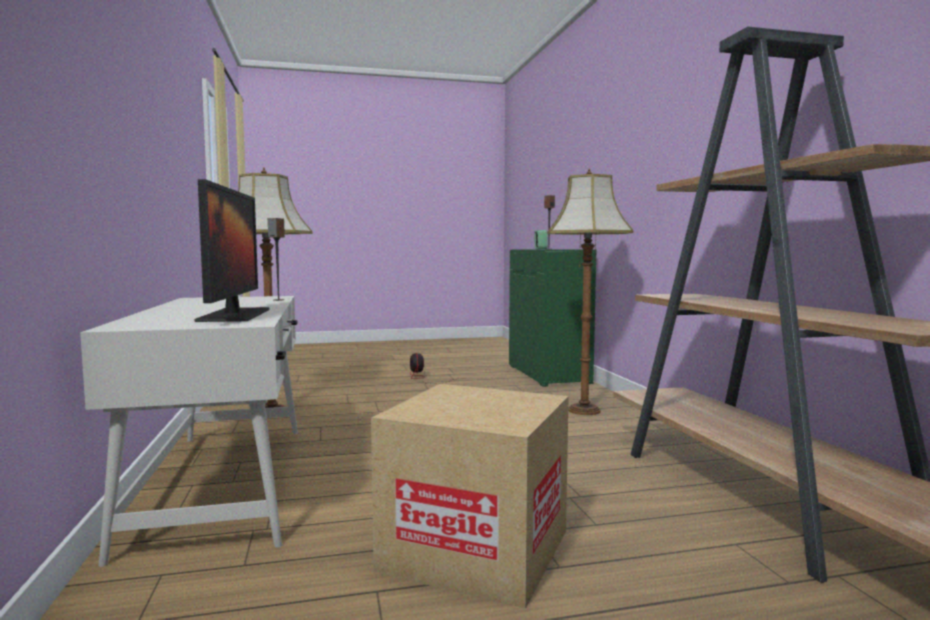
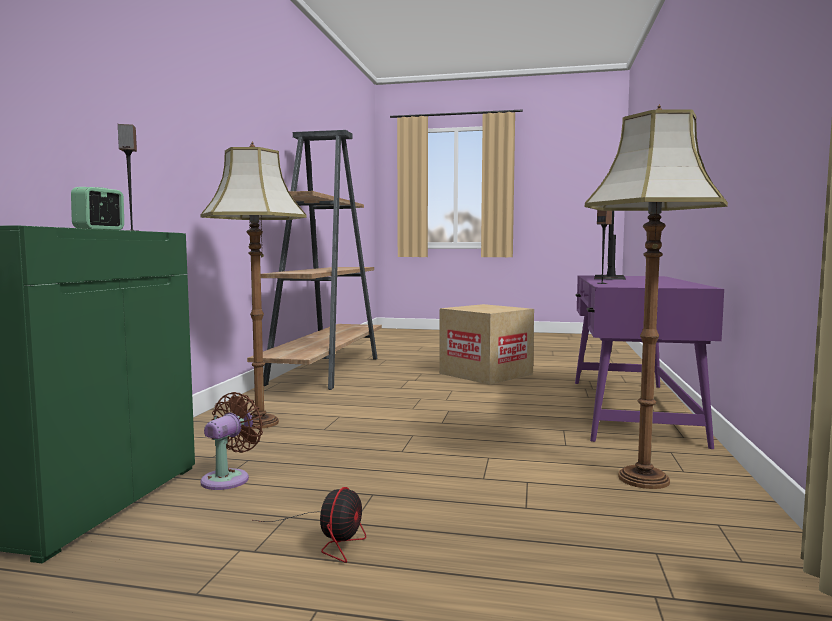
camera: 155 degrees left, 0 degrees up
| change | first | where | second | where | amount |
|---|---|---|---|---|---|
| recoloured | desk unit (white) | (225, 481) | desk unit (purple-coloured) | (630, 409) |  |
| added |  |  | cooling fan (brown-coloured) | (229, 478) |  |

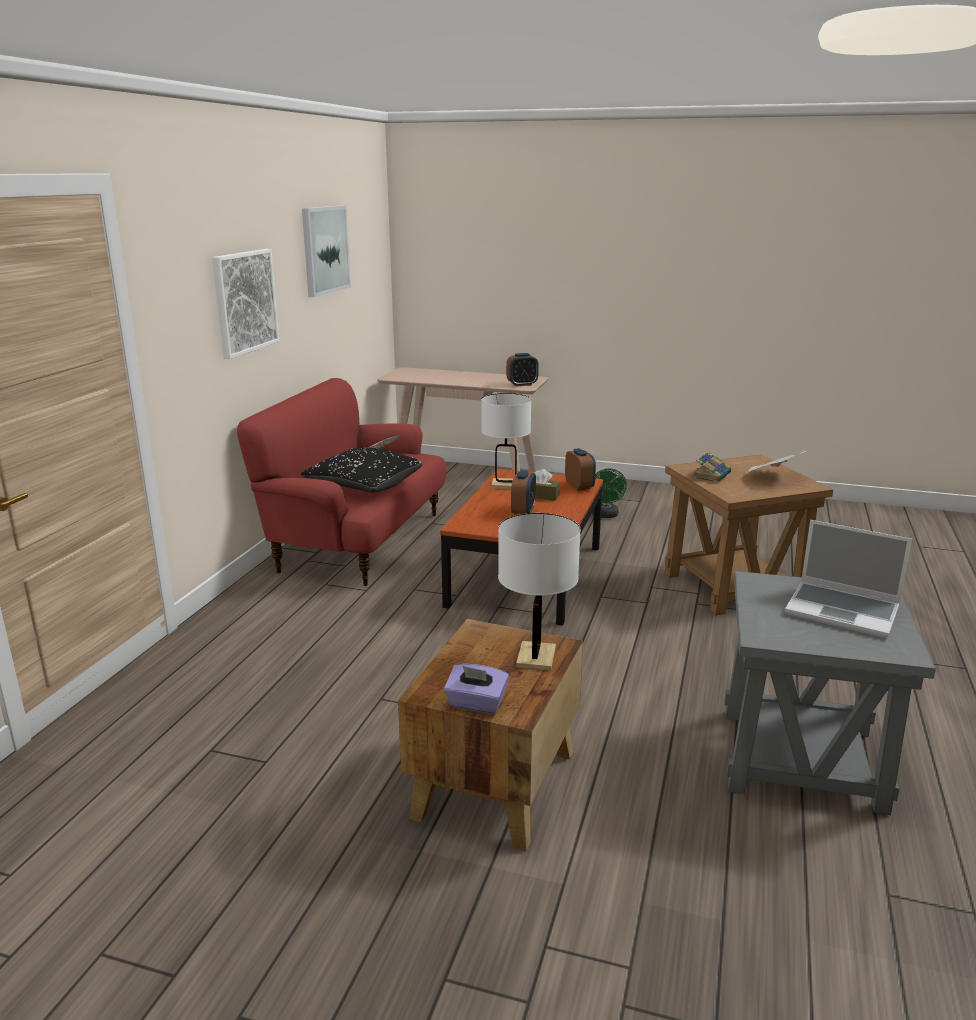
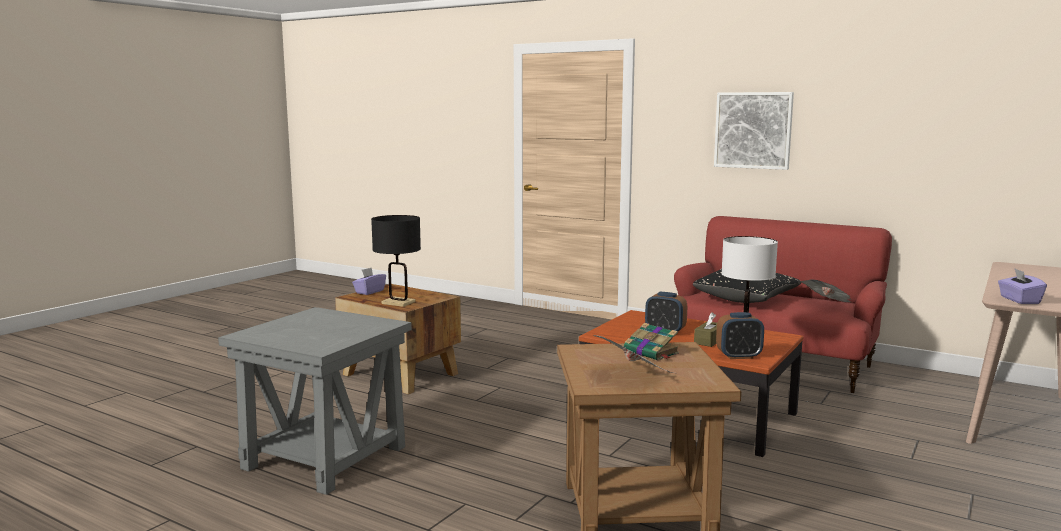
camera: 105 degrees right, 10 degrees down
| change | first | where | second | where | amount |
|---|---|---|---|---|---|
| removed | wall art | (324, 250) |  |  |  |
| recoloured | table lamp (white) | (536, 657) | table lamp (black) | (398, 303) |  |
| replaced | alarm clock | (522, 384) | tissue holder (purple-coloured) | (1019, 300) |  |
| removed | cooling fan (greenish) | (605, 515) |  |  |  |
| removed | laptop | (843, 611) |  |  |  |

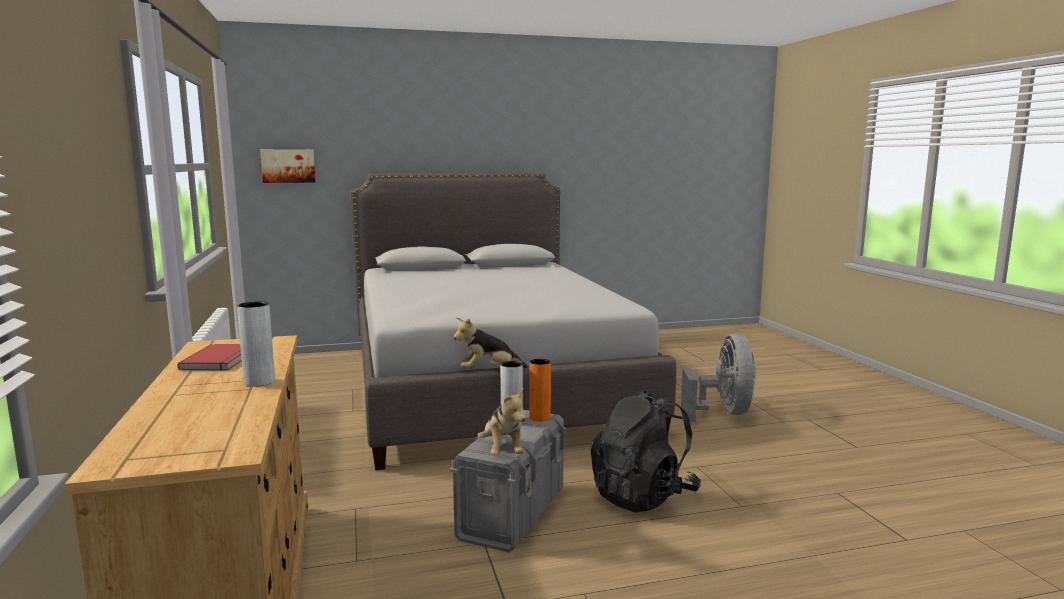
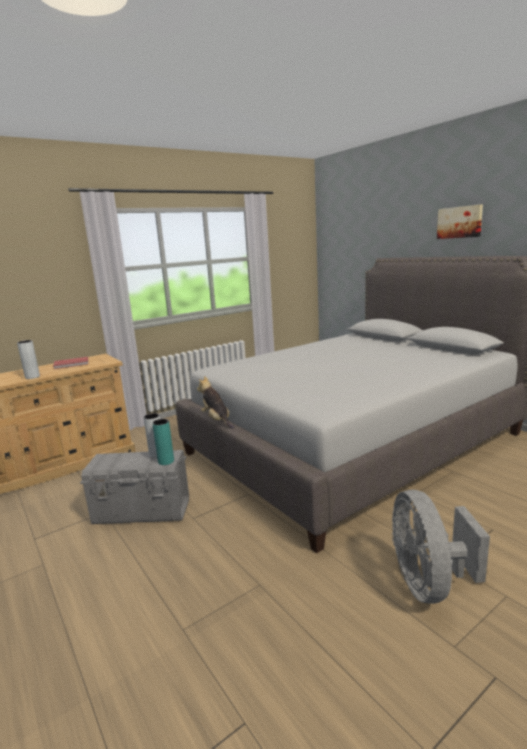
camera: 70 degrees right, 5 degrees up
| change | first | where | second | where | amount |
|---|---|---|---|---|---|
| moved | wall art | (288, 166) |  | (459, 222) |  |
| removed | cuddly toy | (502, 450) |  |  |  |
| recoloured | vase (orangey) | (539, 417) | vase (turquoise) | (166, 461) |  |
| removed | rucksack (black) | (643, 496) |  |  |  |
| turned | cooling fan (greyish) | (723, 413) |  | (428, 583) | 105 degrees clockwise |

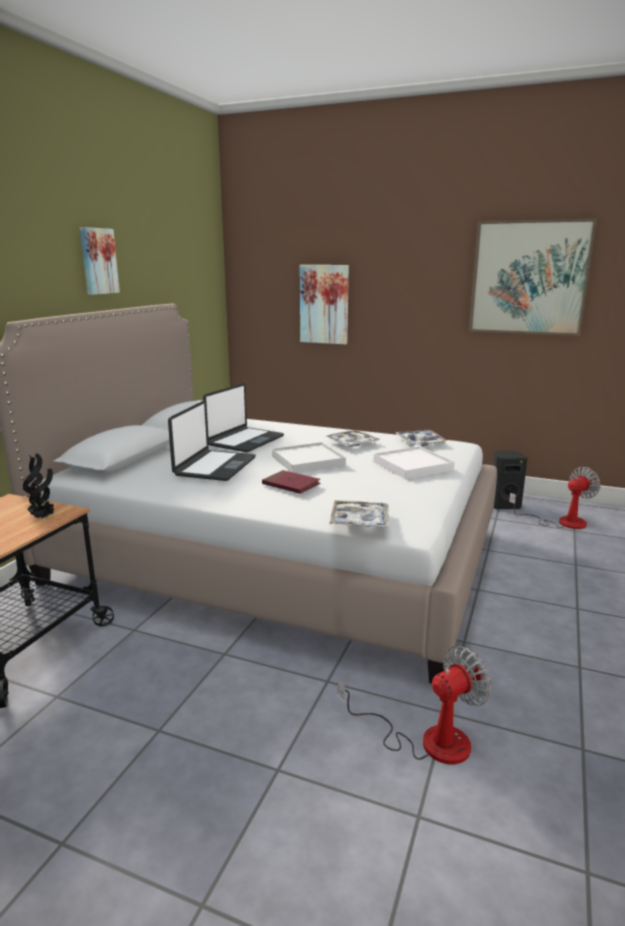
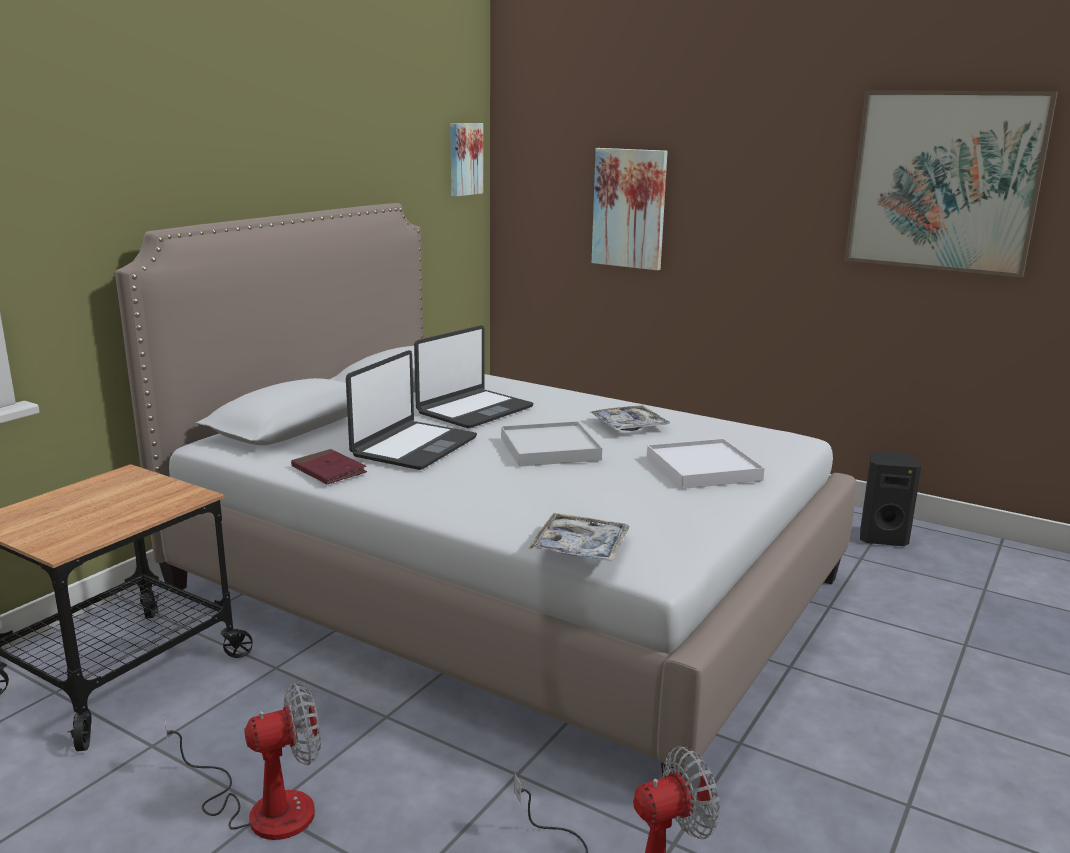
camera: 10 degrees right, 0 degrees up
| change | first | where | second | where | amount |
|---|---|---|---|---|---|
| removed | plant in a pot | (44, 518) |  |  |  |
| moved | wall art | (98, 261) |  | (464, 159) |  |
| moved | volume (reddish) | (291, 485) |  | (329, 471) |  |
| removed | carrying tray | (420, 442) |  |  |  |
| moved | cooling fan | (561, 522) |  | (263, 807) |  |

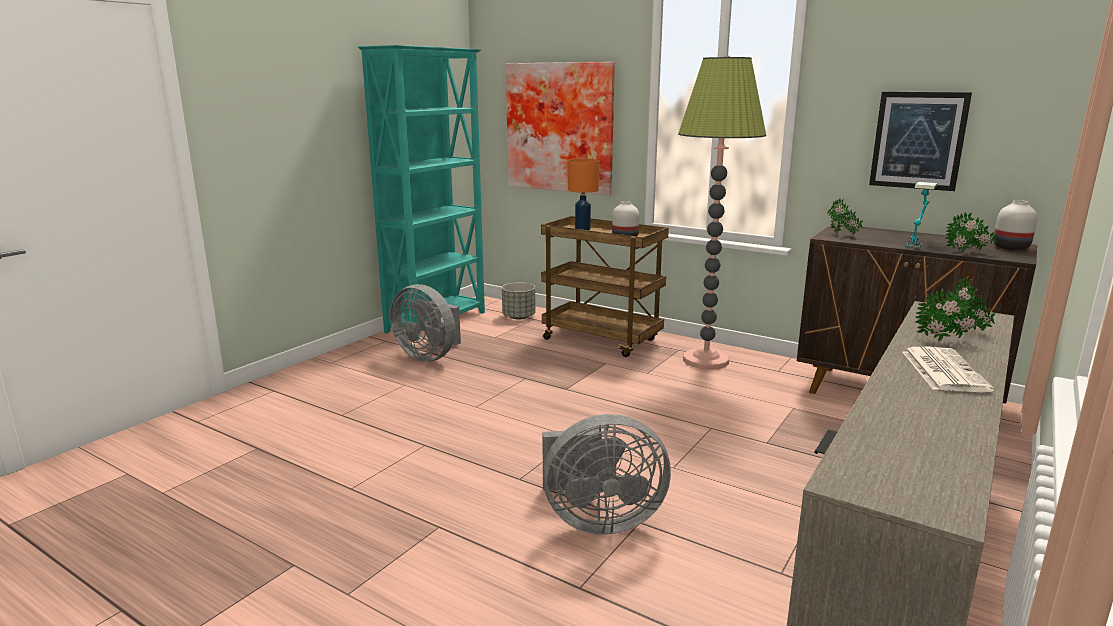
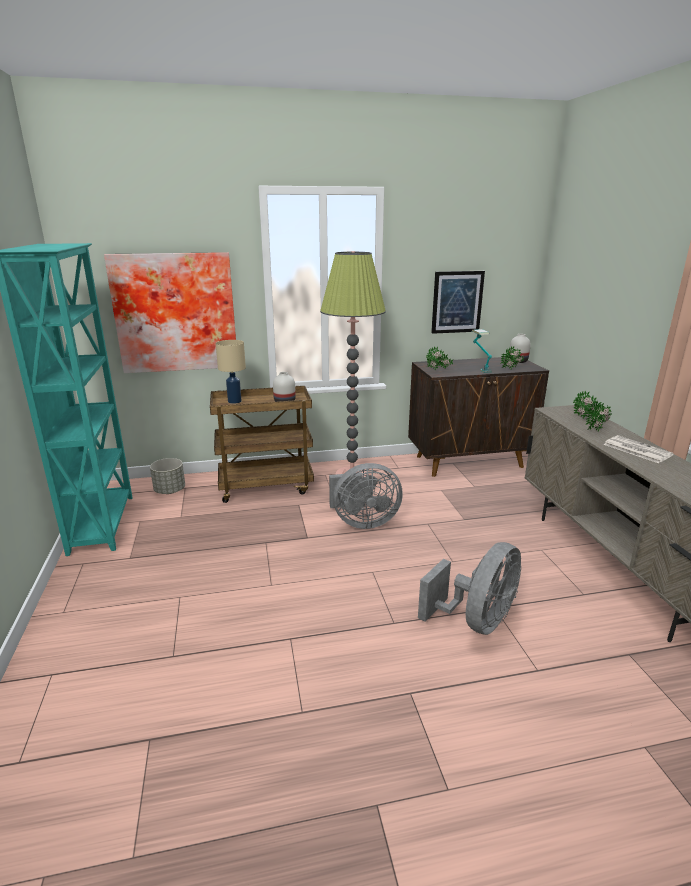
camera: 45 degrees left, 5 degrees up
| change | first | where | second | where | amount |
|---|---|---|---|---|---|
| moved | cooling fan (greyish) | (429, 356) |  | (362, 522) |  |
| recoloured | table lamp (orangey) | (582, 229) | table lamp (beige-coloured) | (234, 401) |  |

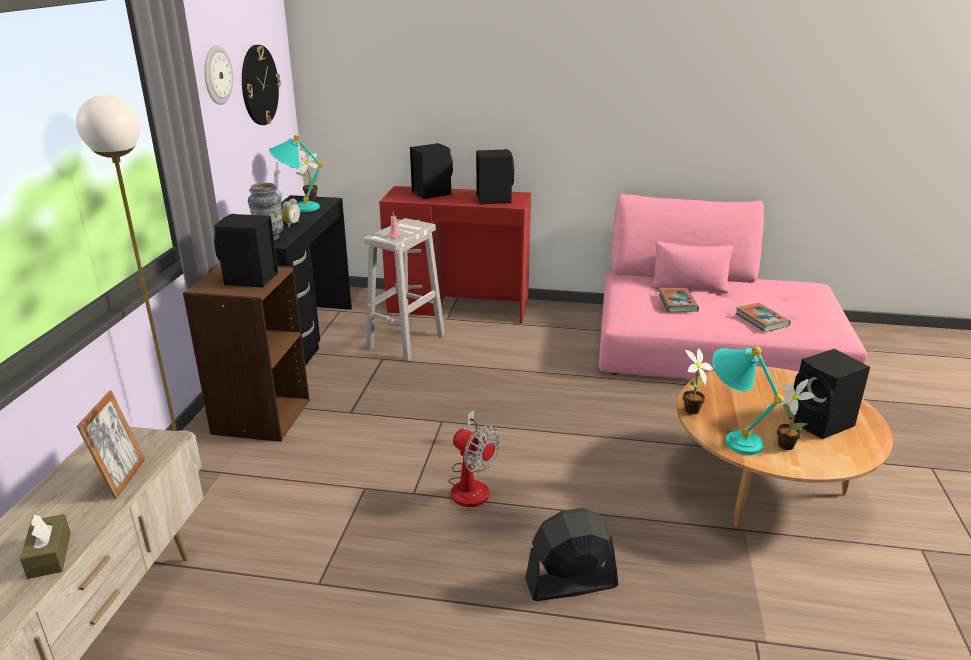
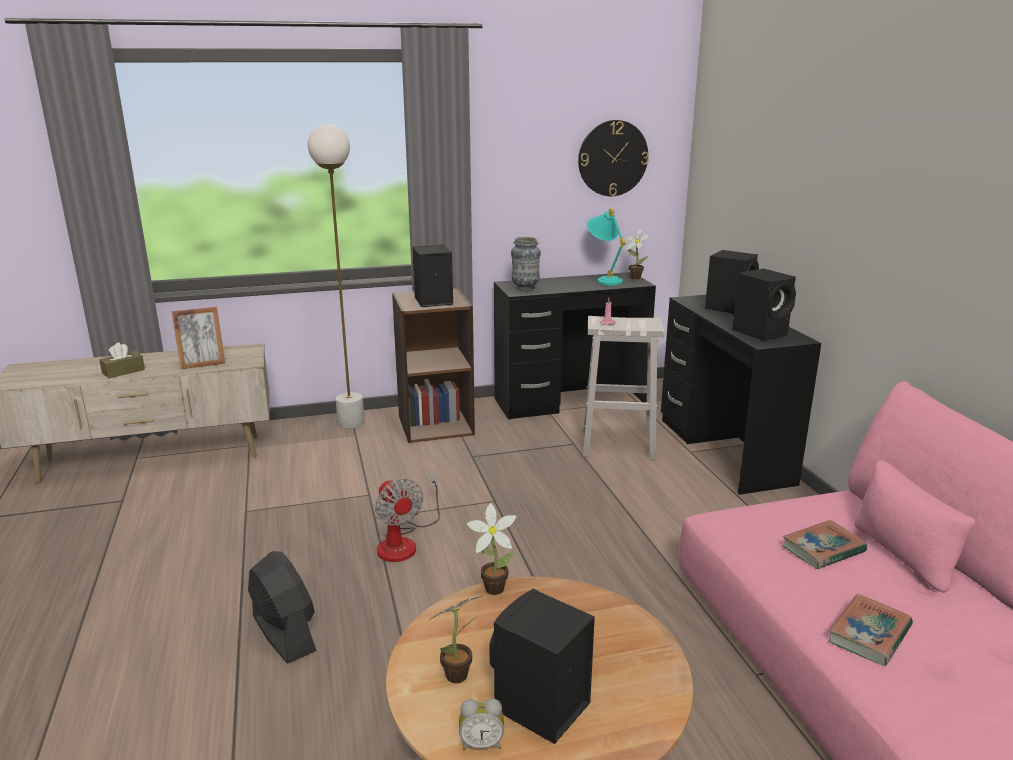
camera: 65 degrees right, 5 degrees down
| change | first | where | second | where | amount |
|---|---|---|---|---|---|
| removed | wall clock | (217, 75) |  |  |  |
| moved | alarm clock | (291, 224) |  | (481, 743) |  |
| recoloured | desk unit (reddish) | (458, 307) | desk unit (black) | (724, 450) |  |
| turned | cooling fan | (471, 484) |  | (404, 542) | 45 degrees counterclockwise |
| removed | table lamp (turquoise) | (731, 437) |  |  |  |

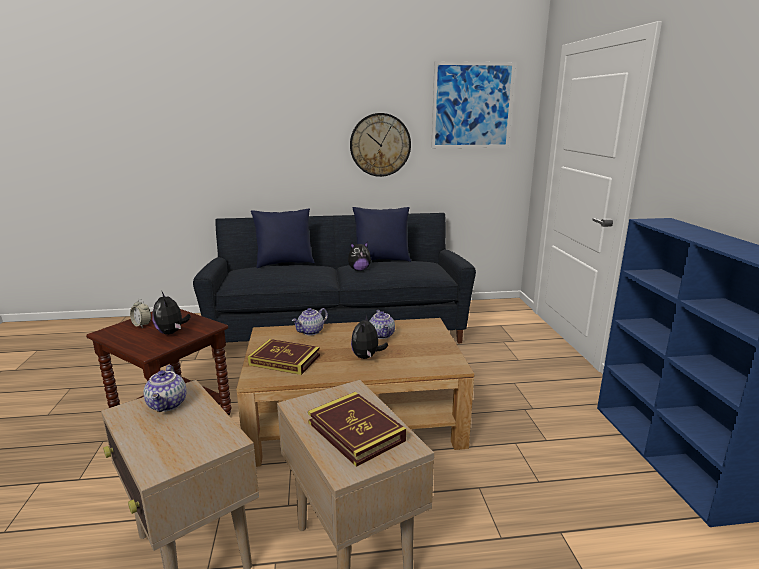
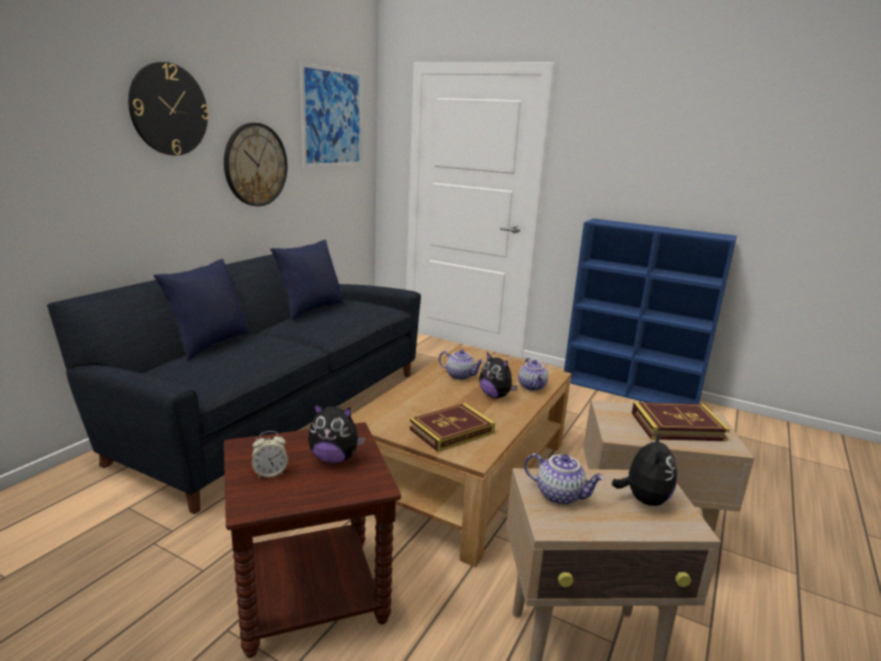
camera: 55 degrees left, 0 degrees up
| change | first | where | second | where | amount |
|---|---|---|---|---|---|
| moved | tea pot | (311, 332) |  | (532, 387) |  |
| moved | cuddly toy | (359, 270) |  | (643, 499) |  |
| added |  |  | wall clock | (169, 109) |  |

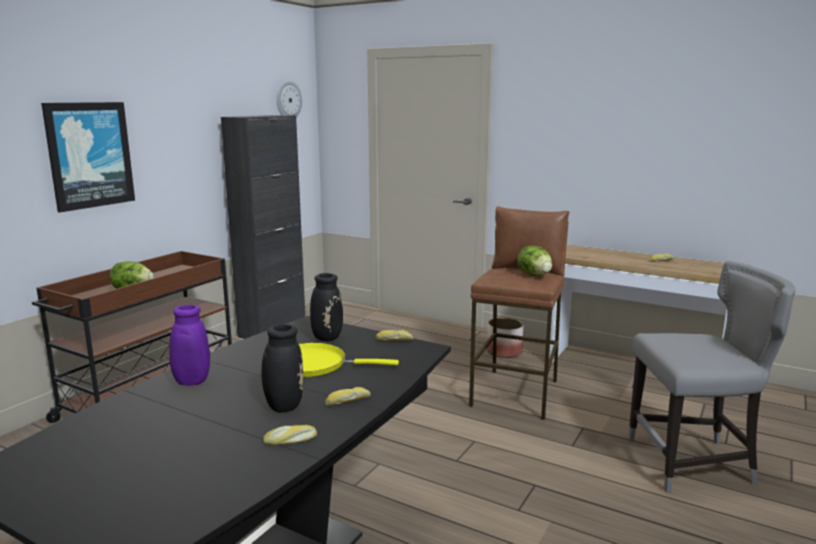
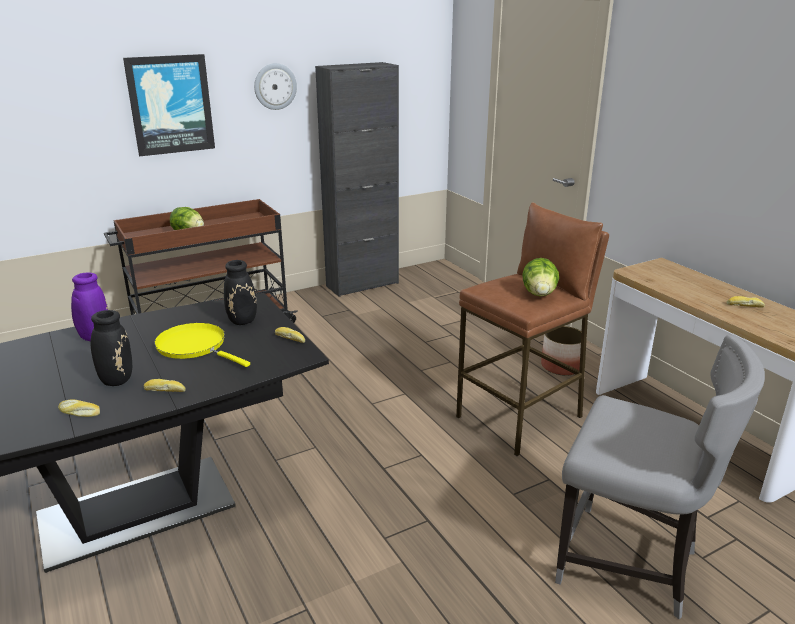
camera: 30 degrees right, 10 degrees up
| change | first | where | second | where | amount |
|---|---|---|---|---|---|
| moved | wall clock | (288, 100) |  | (275, 86) |  |

